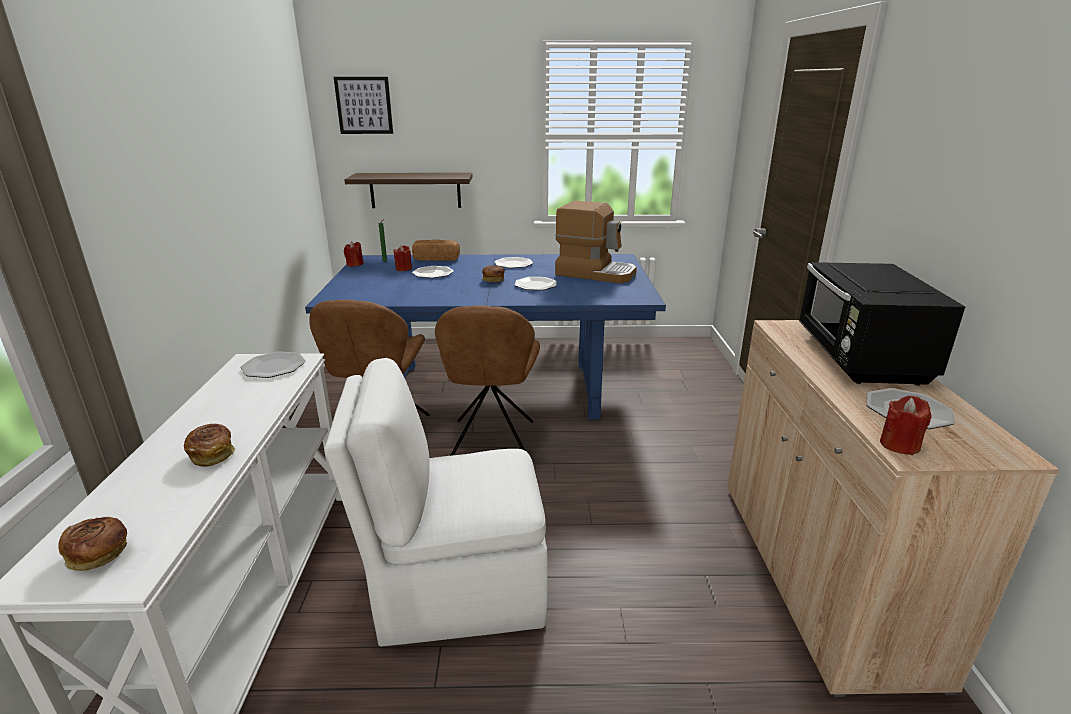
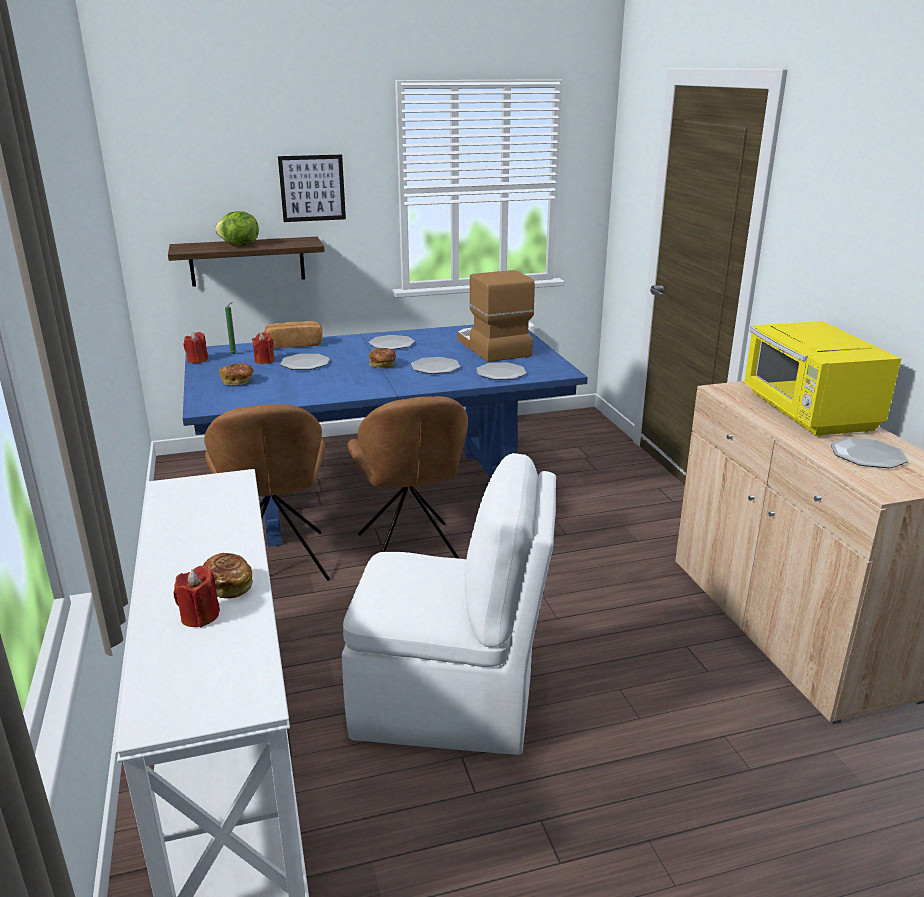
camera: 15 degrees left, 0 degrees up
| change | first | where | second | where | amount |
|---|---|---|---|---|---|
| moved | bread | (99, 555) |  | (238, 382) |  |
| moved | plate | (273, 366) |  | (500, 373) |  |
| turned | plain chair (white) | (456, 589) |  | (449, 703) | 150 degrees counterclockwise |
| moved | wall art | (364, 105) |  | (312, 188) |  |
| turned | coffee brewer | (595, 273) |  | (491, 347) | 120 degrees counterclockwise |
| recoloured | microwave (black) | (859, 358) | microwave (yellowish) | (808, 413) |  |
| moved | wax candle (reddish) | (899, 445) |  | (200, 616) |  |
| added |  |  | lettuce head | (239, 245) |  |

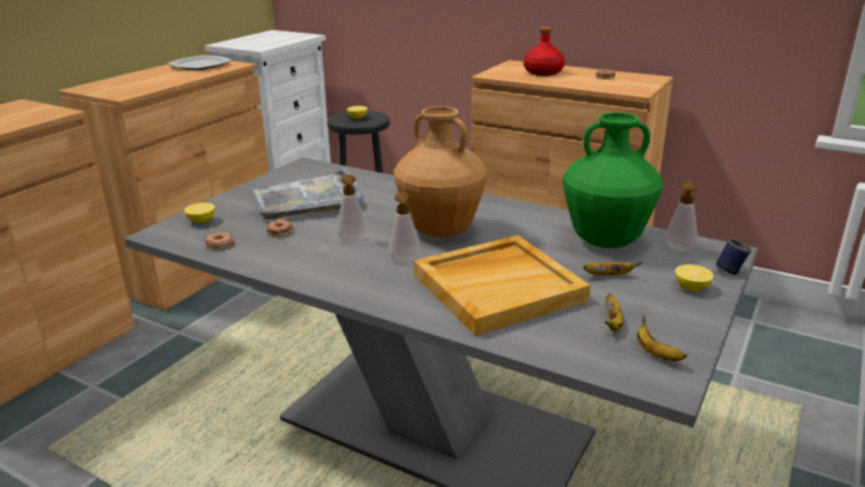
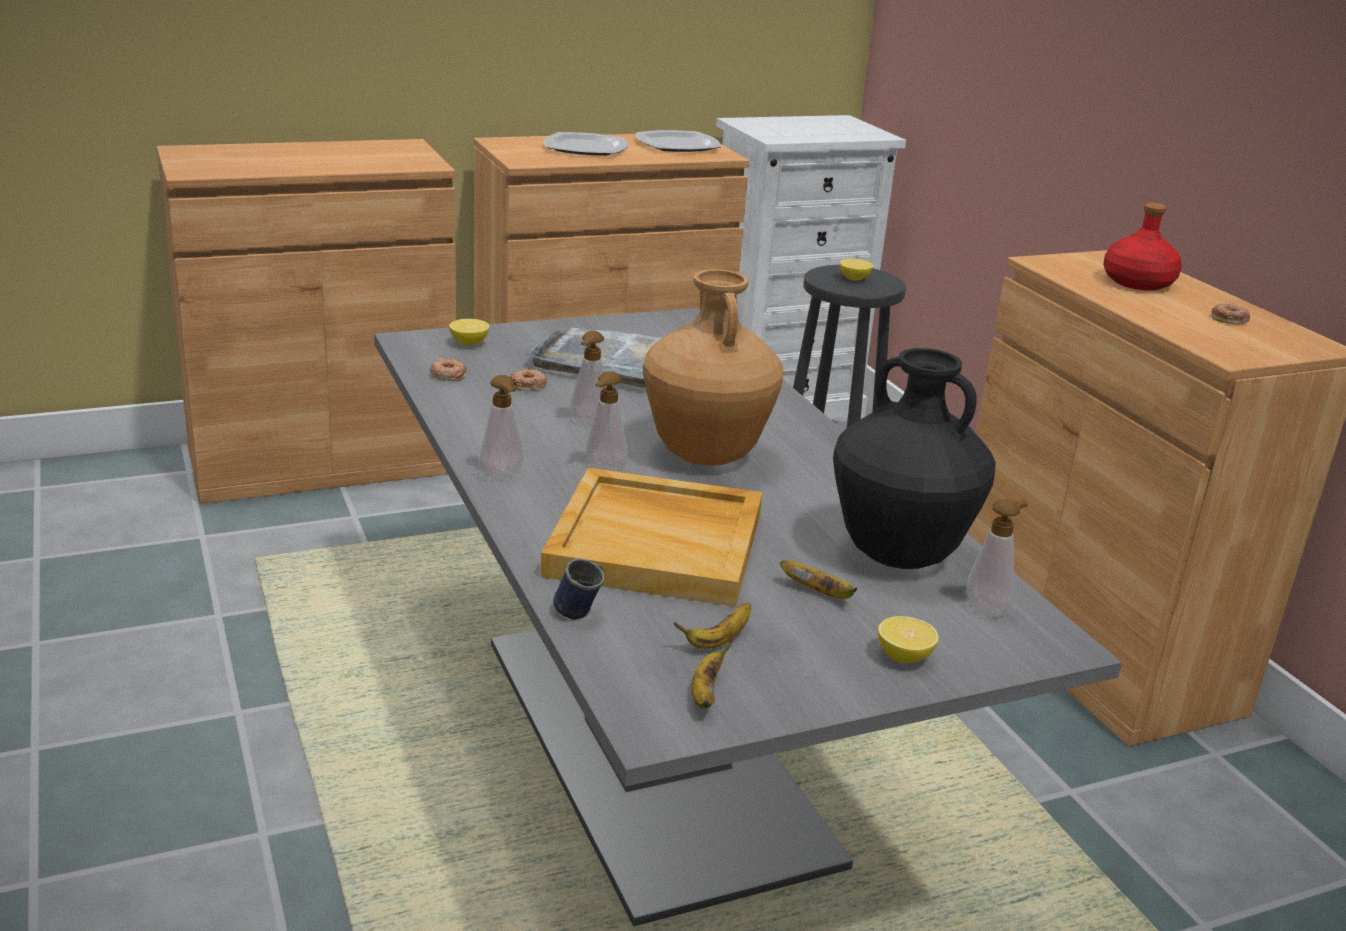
camera: 35 degrees right, 0 degrees up
| change | first | where | second | where | amount |
|---|---|---|---|---|---|
| recoloured | vase (greenish) | (606, 241) | vase (black) | (899, 555) |  |
| moved | coffee mug (blue-coloured) | (728, 270) |  | (581, 611) |  |
| added |  |  | soap bottle | (502, 476) |  |
| added |  |  | plate | (586, 148) |  |

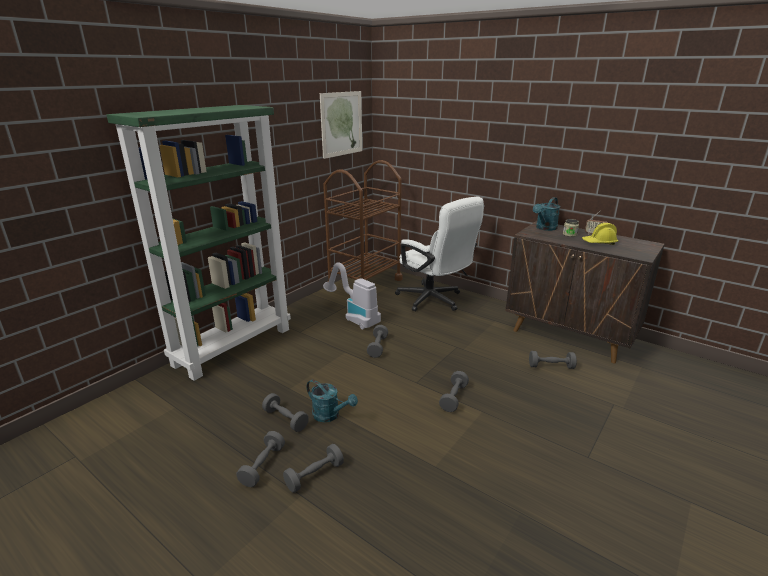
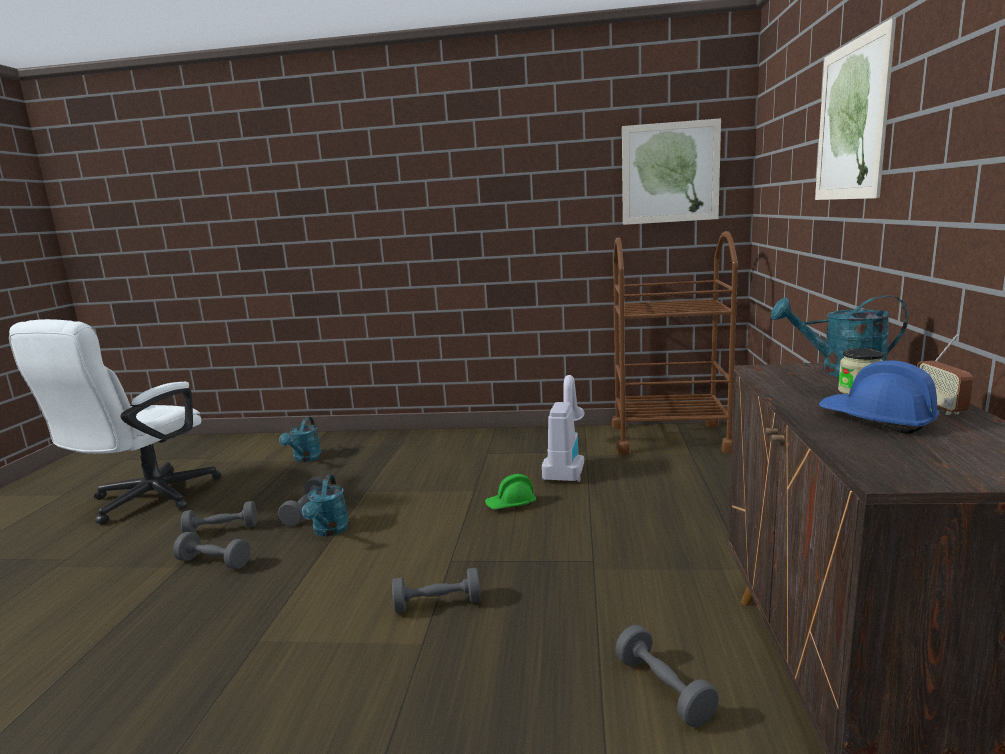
camera: 60 degrees right, 10 degrees down
| change | first | where | second | where | amount |
|---|---|---|---|---|---|
| removed | bookshelf (greenish) | (233, 346) |  |  |  |
| replaced | dumbbell (greyish) | (377, 347) | work helmet (greenish) | (511, 504) |  |
| moved | desk chair (white) | (434, 301) |  | (144, 501) |  |
| recoloured | work helmet (yellowish) | (599, 242) | work helmet (blue-coloured) | (876, 420) |  |
| added |  |  | watering pot (turquoise) | (305, 459) |  |
| added |  |  | wall art | (851, 121) |  |

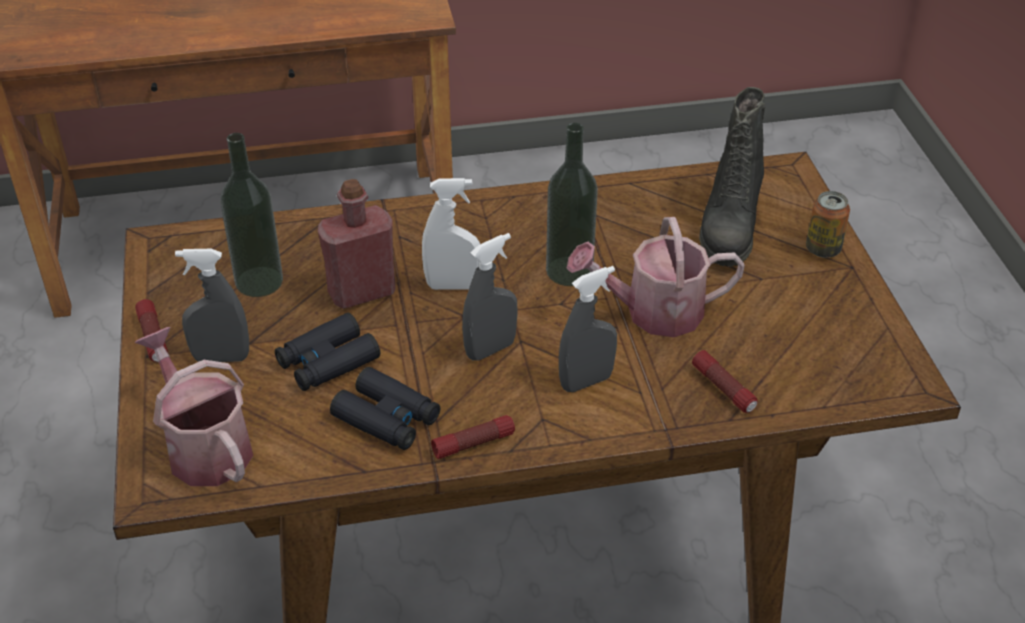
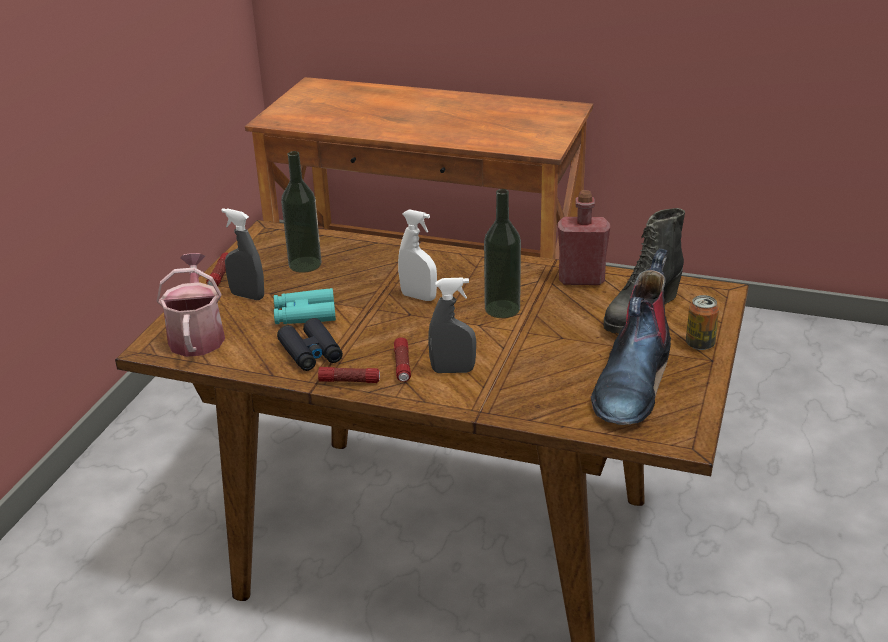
camera: 30 degrees right, 10 degrees down
| change | first | where | second | where | amount |
|---|---|---|---|---|---|
| recoloured | field glasses (black) | (327, 362) | field glasses (turquoise) | (305, 315) |  |
| moved | drink bottle (reddish) | (362, 292) |  | (581, 279) |  |
| removed | sprayer (greyish) | (490, 349) |  |  |  |
| removed | watering pot | (653, 312) |  |  |  |
| moved | hand torch | (723, 389) |  | (402, 366) |  |
| added |  |  | boot | (632, 382) |  |

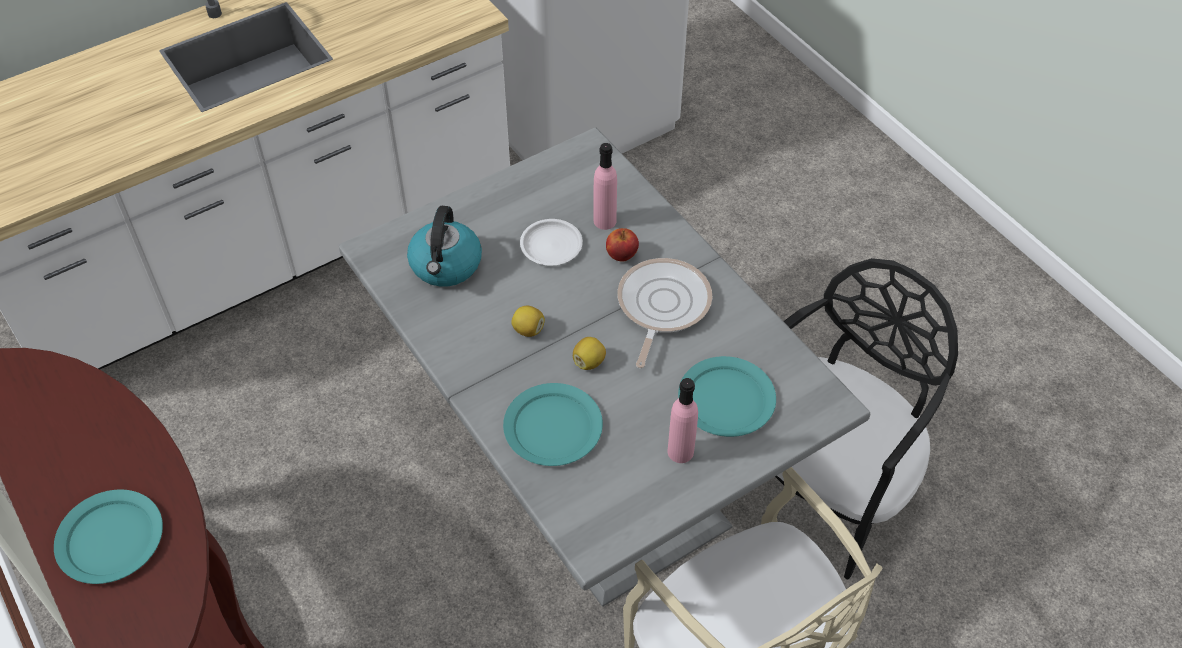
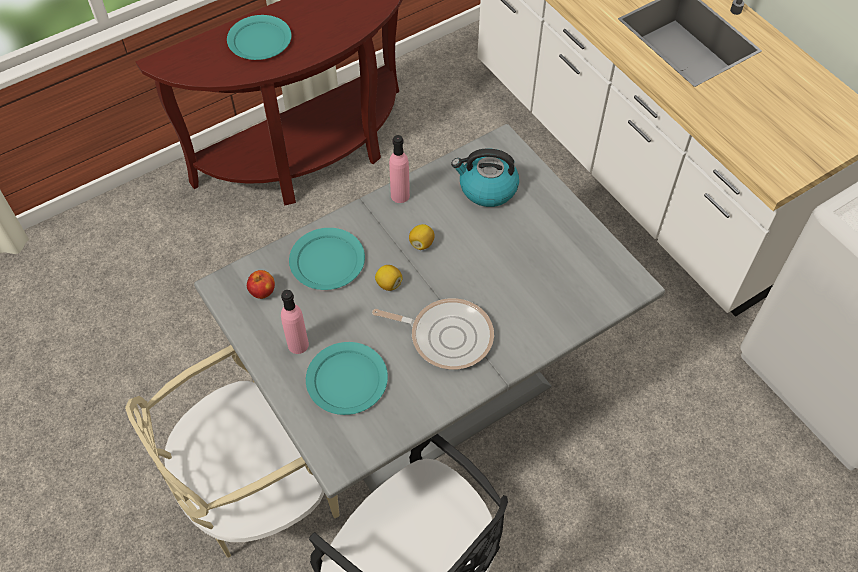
camera: 90 degrees right, 5 degrees up
| change | first | where | second | where | amount |
|---|---|---|---|---|---|
| removed | plate (white) | (551, 246) |  |  |  |
| moved | drink bottle (pink-coloured) | (604, 221) |  | (400, 195) |  |
| moved | whole apple | (621, 255) |  | (262, 291) |  |

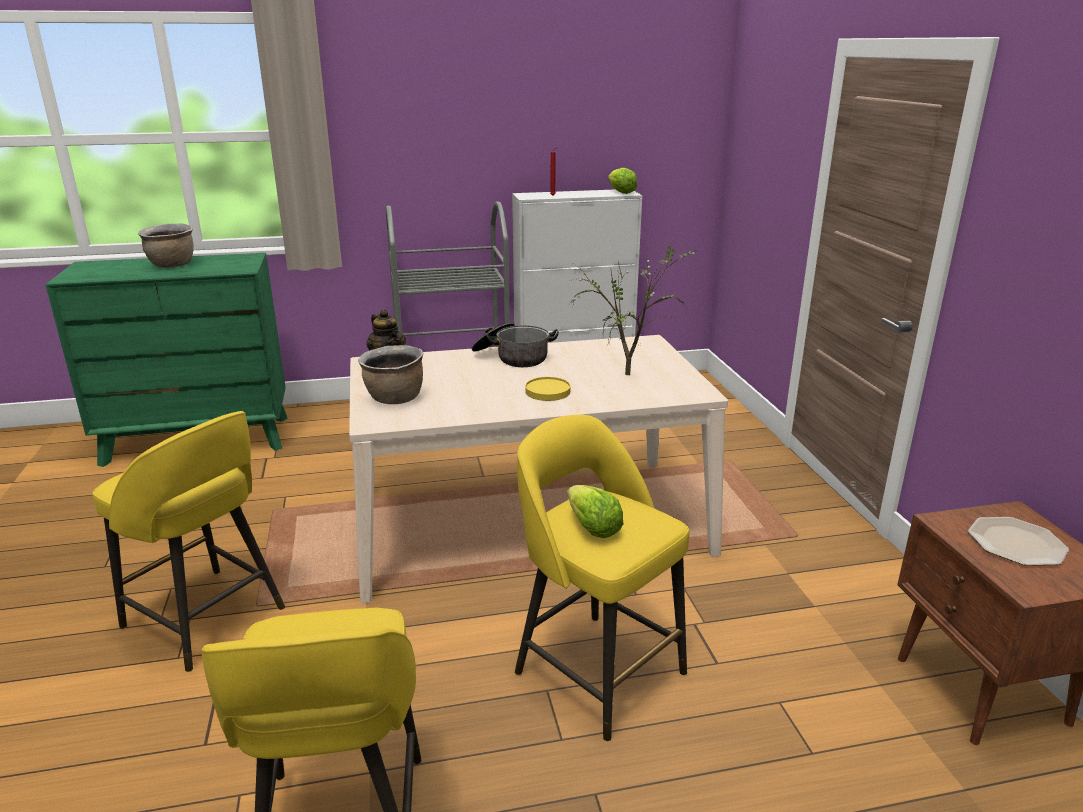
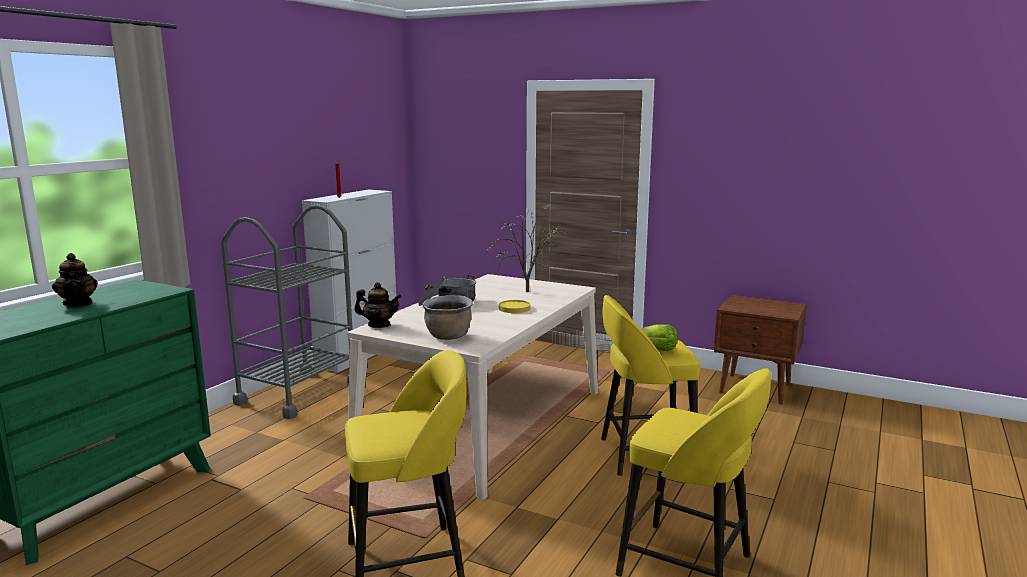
camera: 50 degrees left, 10 degrees down
| change | first | where | second | where | amount |
|---|---|---|---|---|---|
| replaced | saucepot (brown-coloured) | (172, 265) | tea pot | (78, 303) |  |
| removed | lettuce head | (621, 192) |  |  |  |
| removed | plate | (1016, 542) |  |  |  |

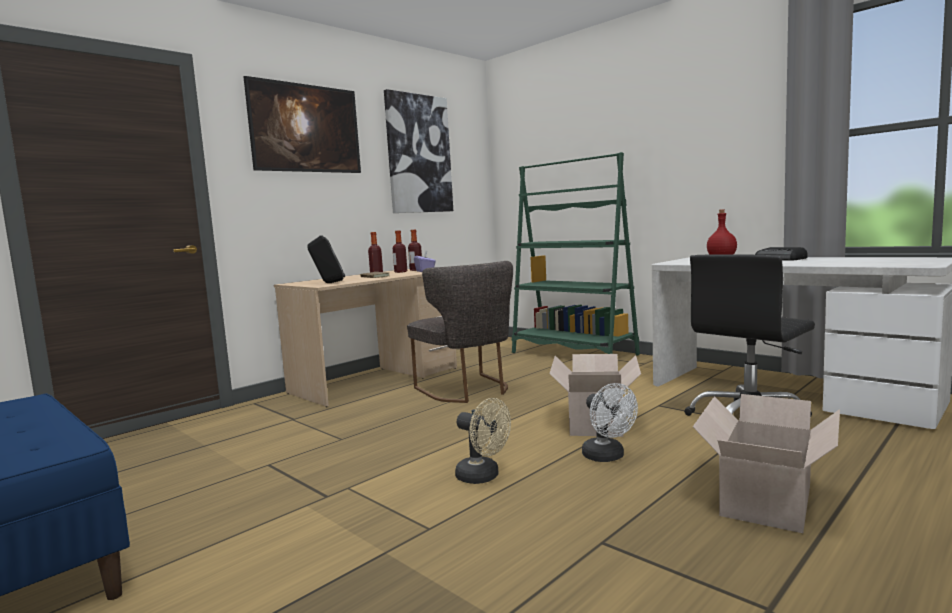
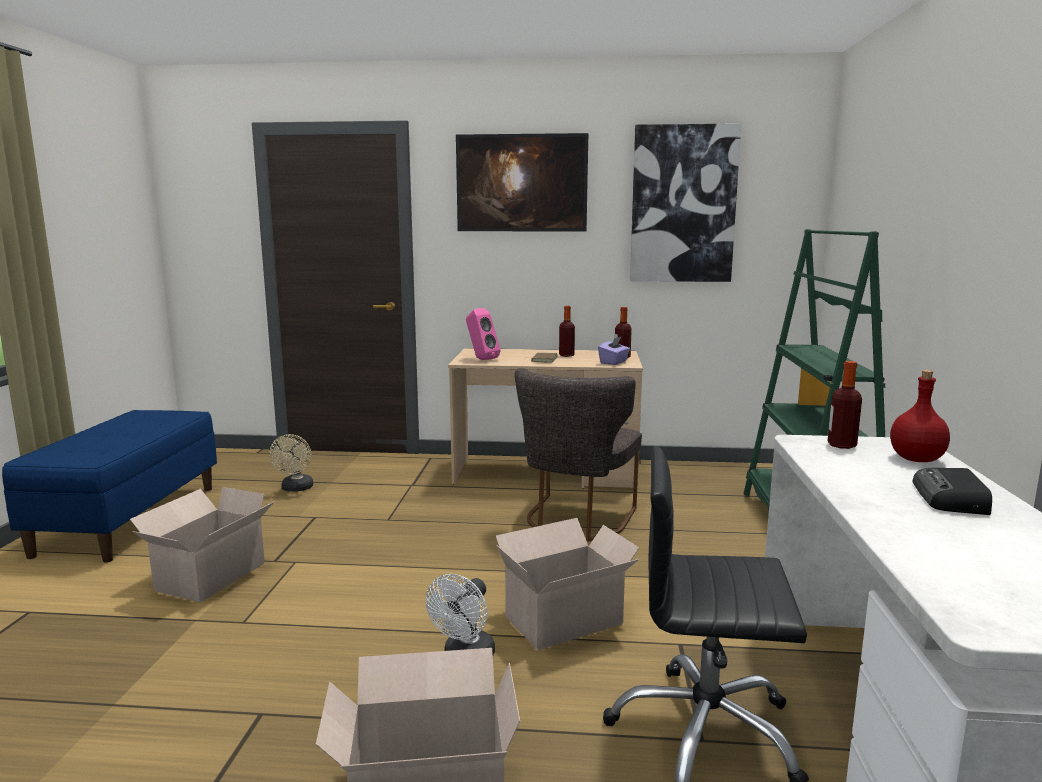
camera: 50 degrees right, 5 degrees up
| change | first | where | second | where | amount |
|---|---|---|---|---|---|
| recoloured | loudspeaker (black) | (328, 283) | loudspeaker (pink-coloured) | (481, 359) |  |
| moved | drink bottle | (400, 272) |  | (841, 445) |  |
| moved | cooling fan (beige-coloured) | (483, 477) |  | (296, 489) |  |
| added |  |  | packing box | (208, 577) |  |

